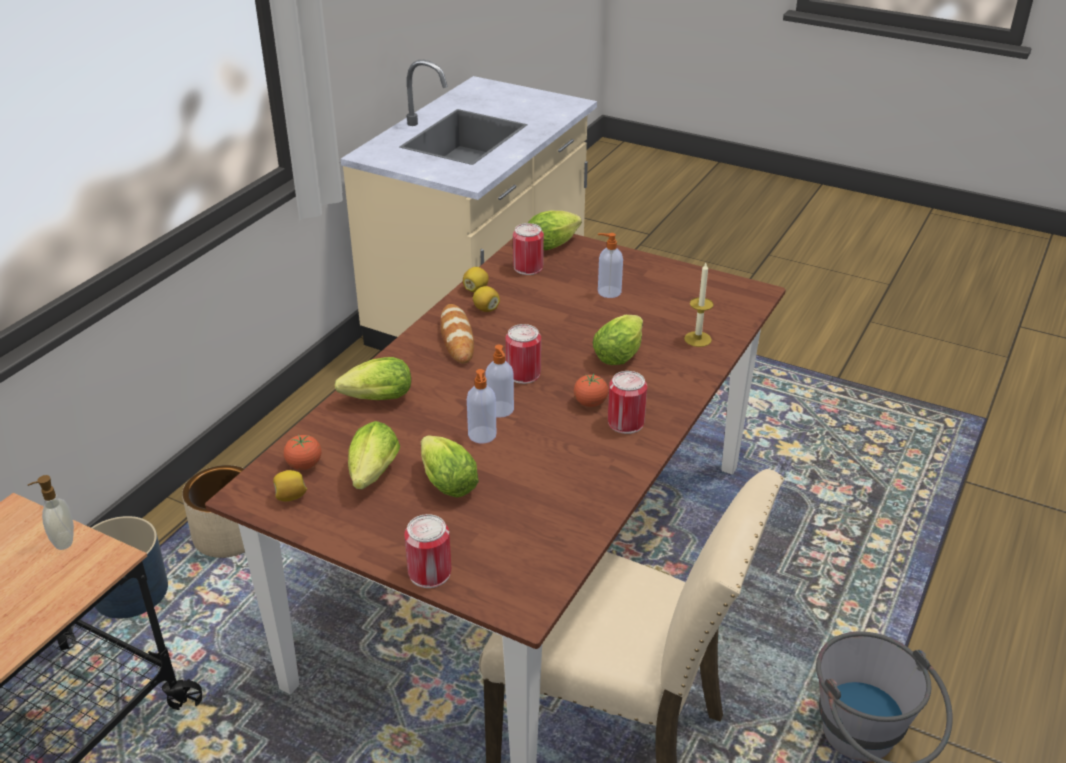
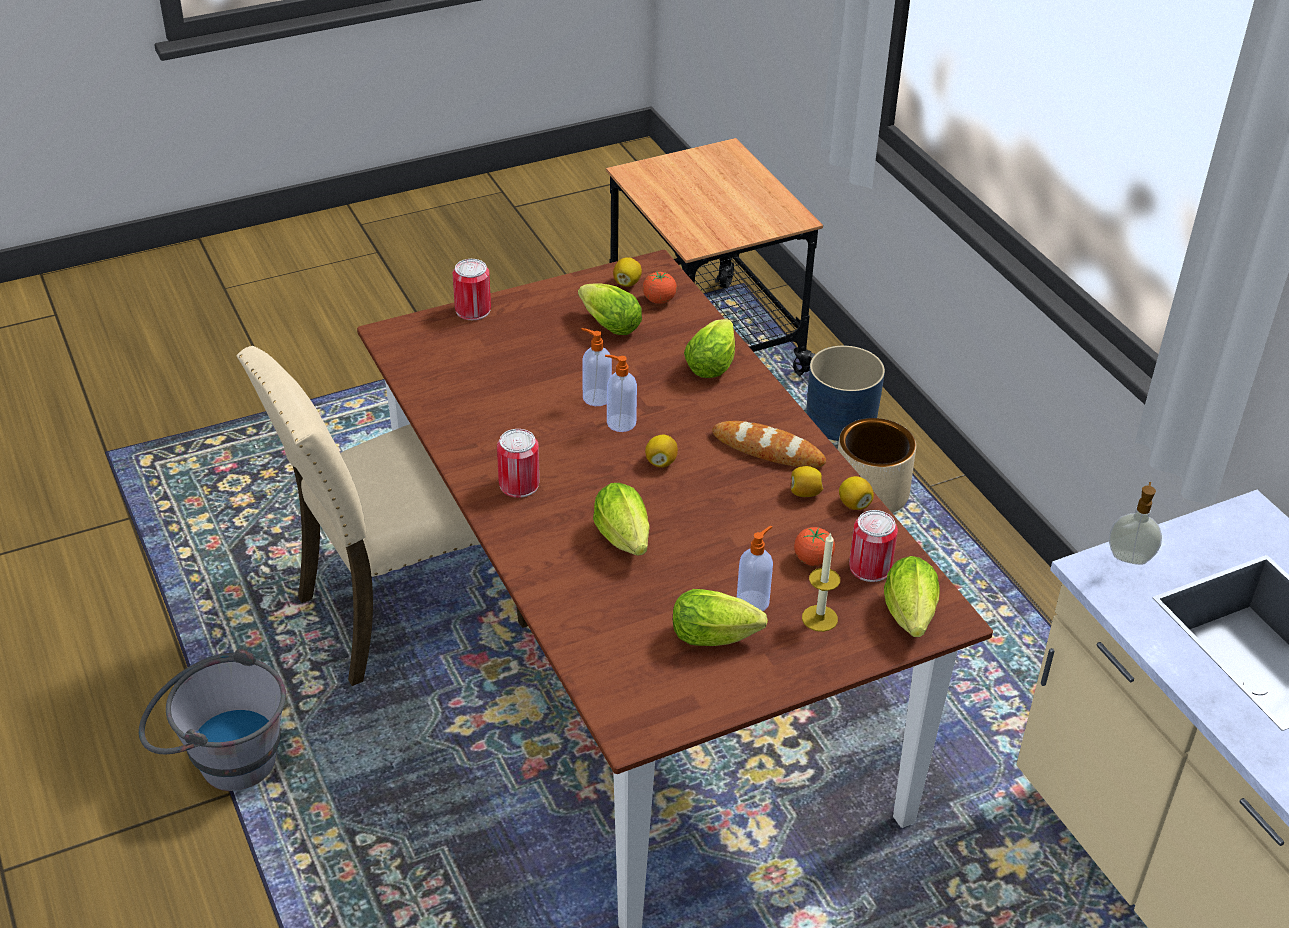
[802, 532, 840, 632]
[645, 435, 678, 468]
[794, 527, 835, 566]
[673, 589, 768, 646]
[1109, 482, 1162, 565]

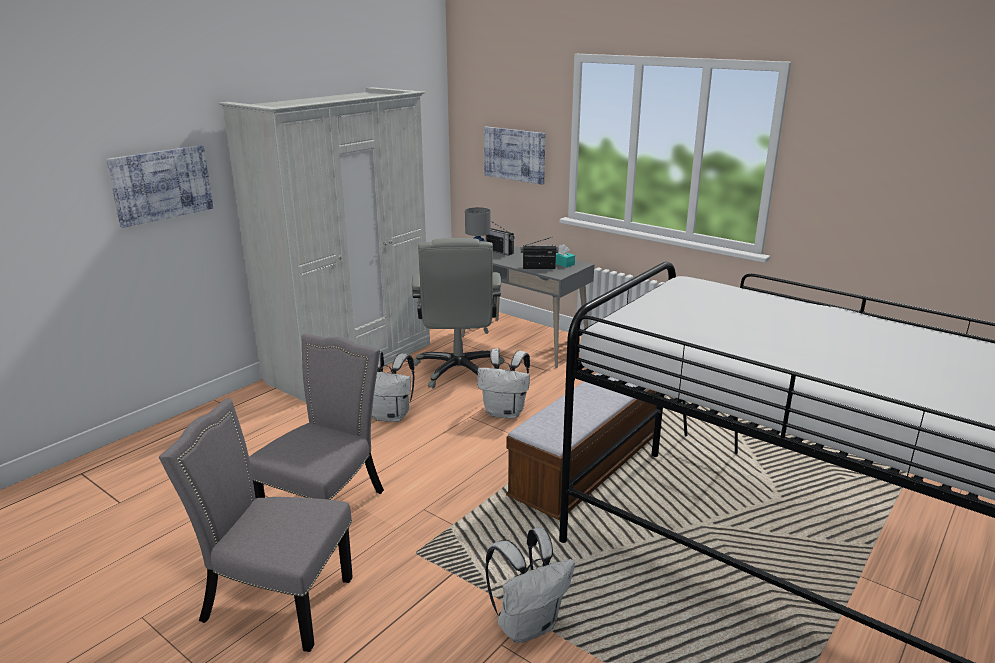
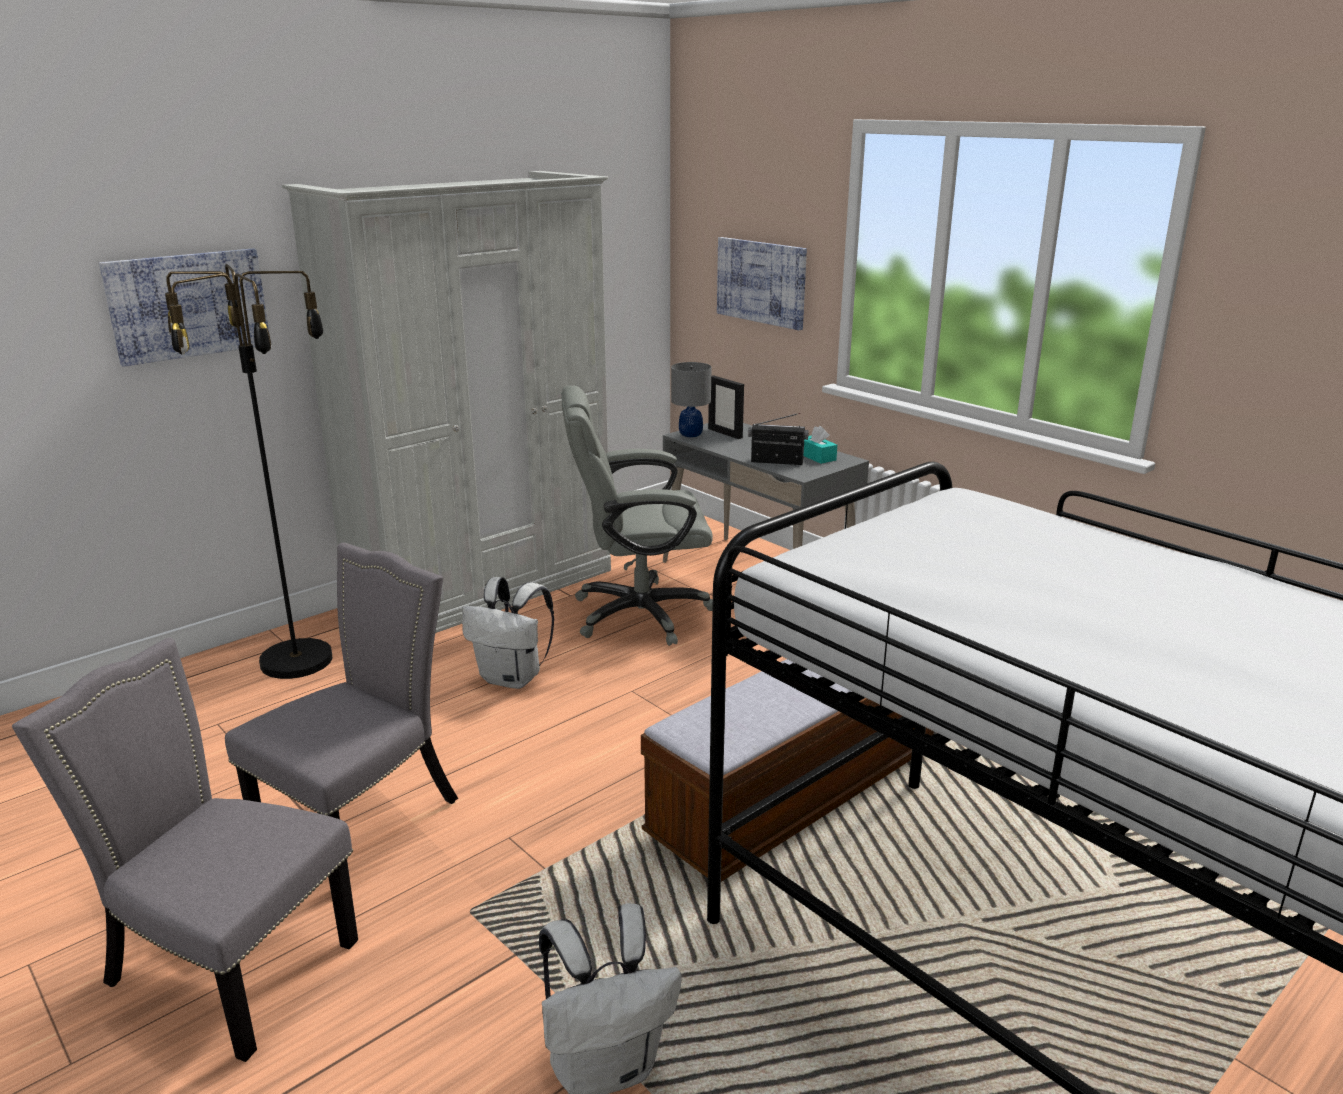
[708, 375, 744, 439]
[561, 385, 713, 646]
[477, 348, 530, 419] (first image)
[165, 264, 333, 679]

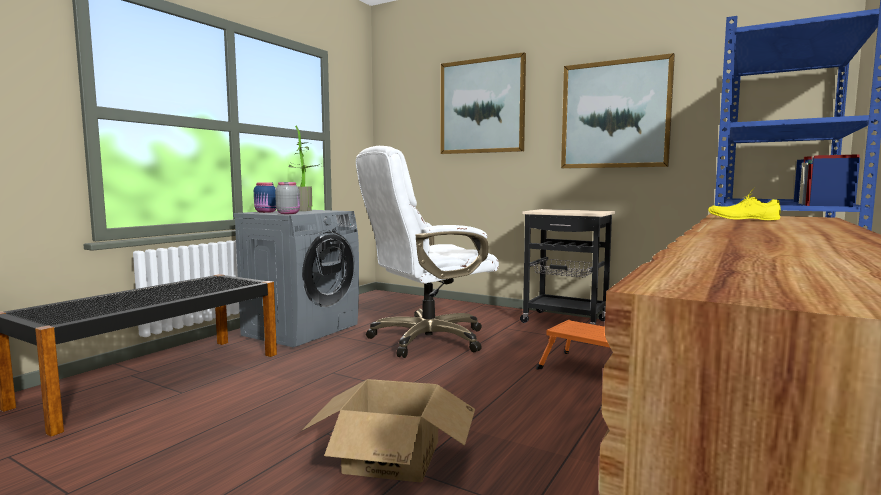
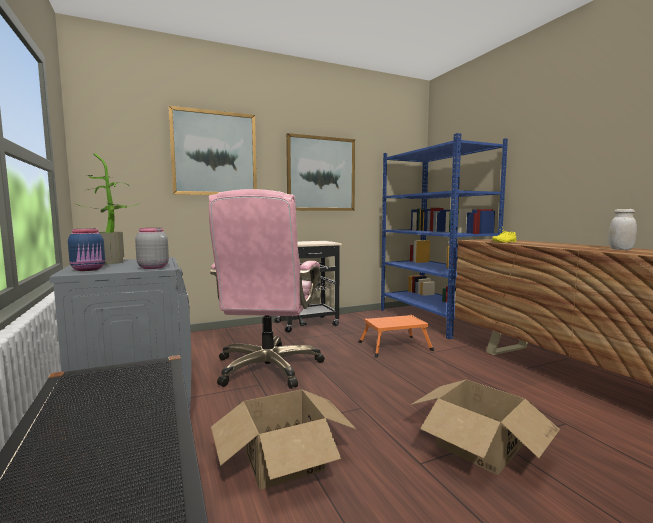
[209, 189, 325, 389]
[608, 209, 637, 250]
[211, 389, 356, 490]

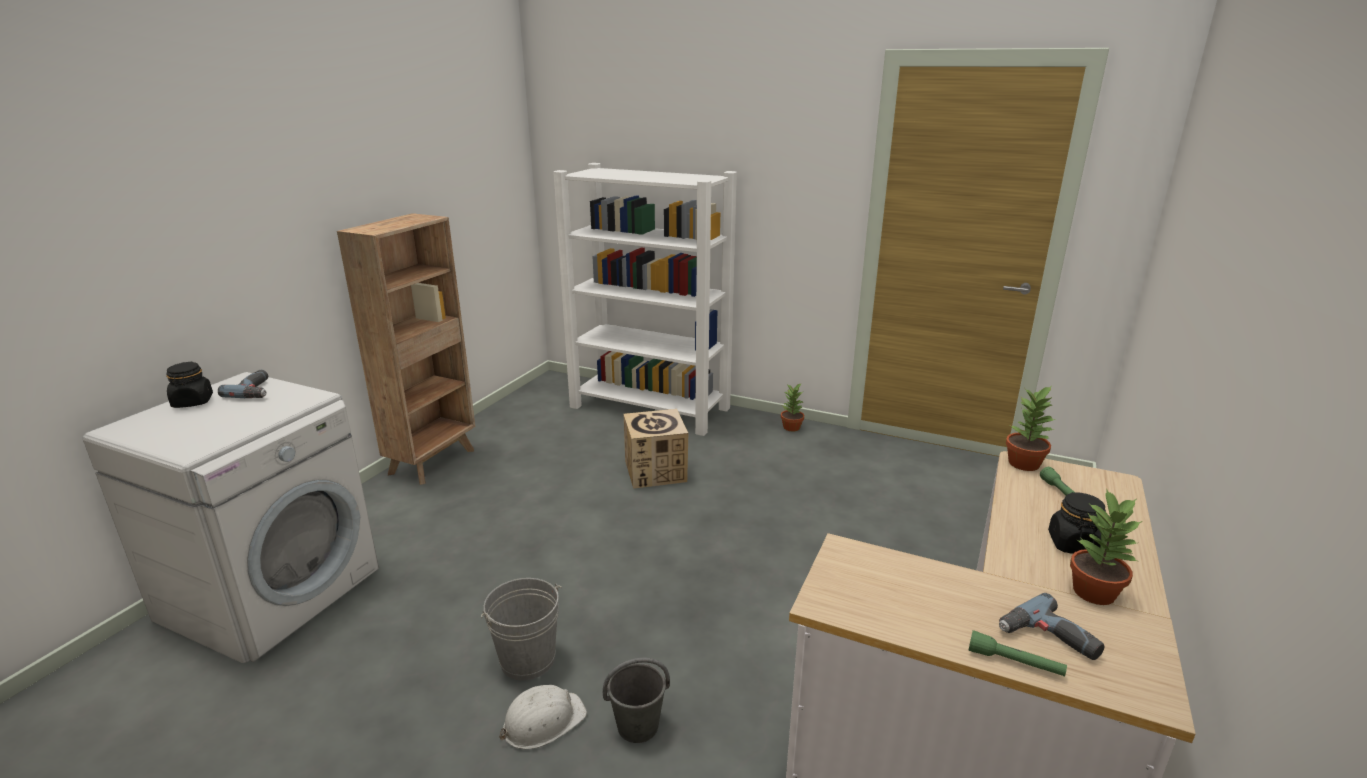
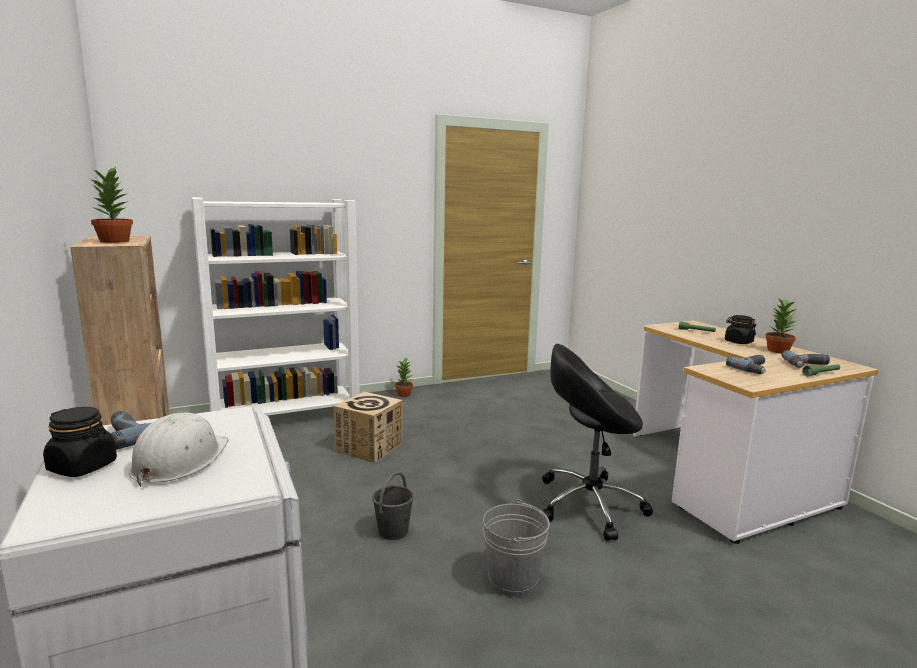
[90, 167, 133, 243]
[372, 471, 414, 540]
[129, 413, 229, 487]
[542, 344, 653, 541]
[726, 355, 766, 374]

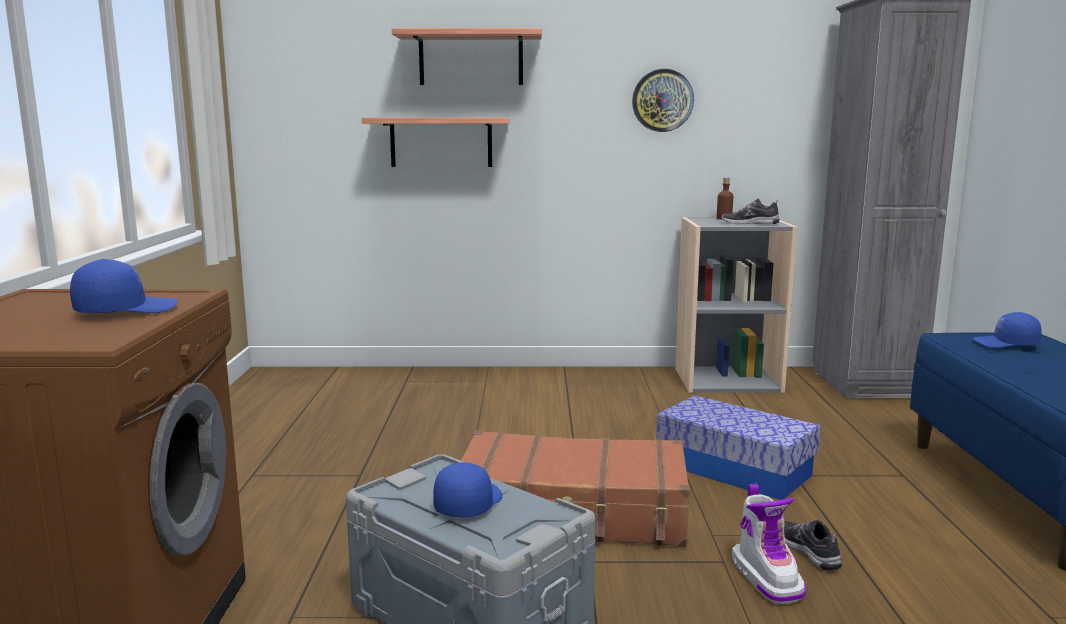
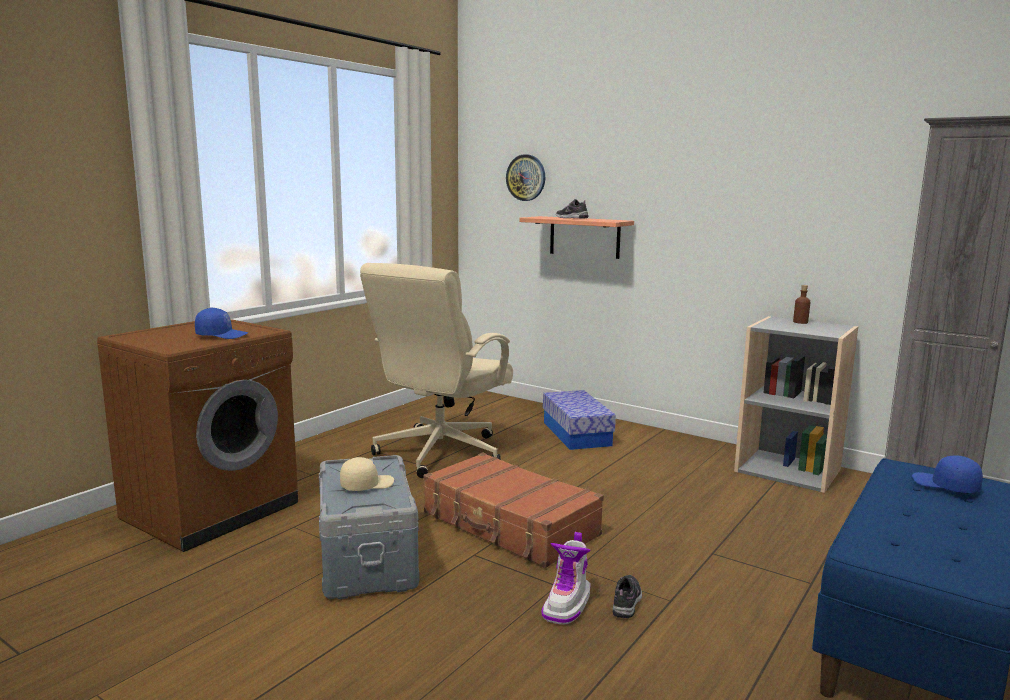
[392, 28, 542, 85] (first image)
[506, 154, 545, 201]
[556, 199, 589, 219]
[543, 390, 616, 450]
[340, 457, 394, 491]
[360, 263, 513, 478]

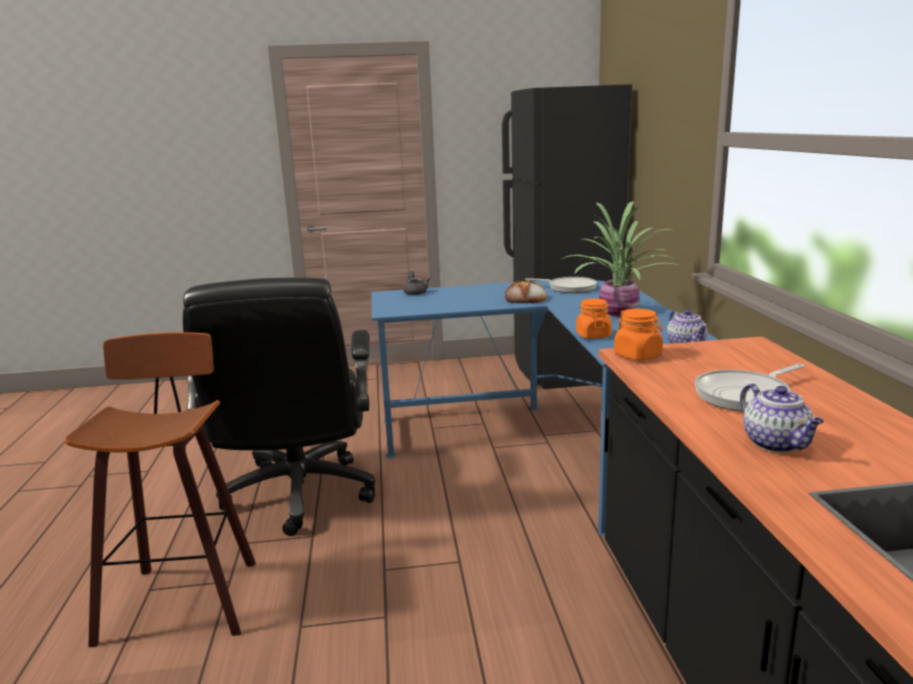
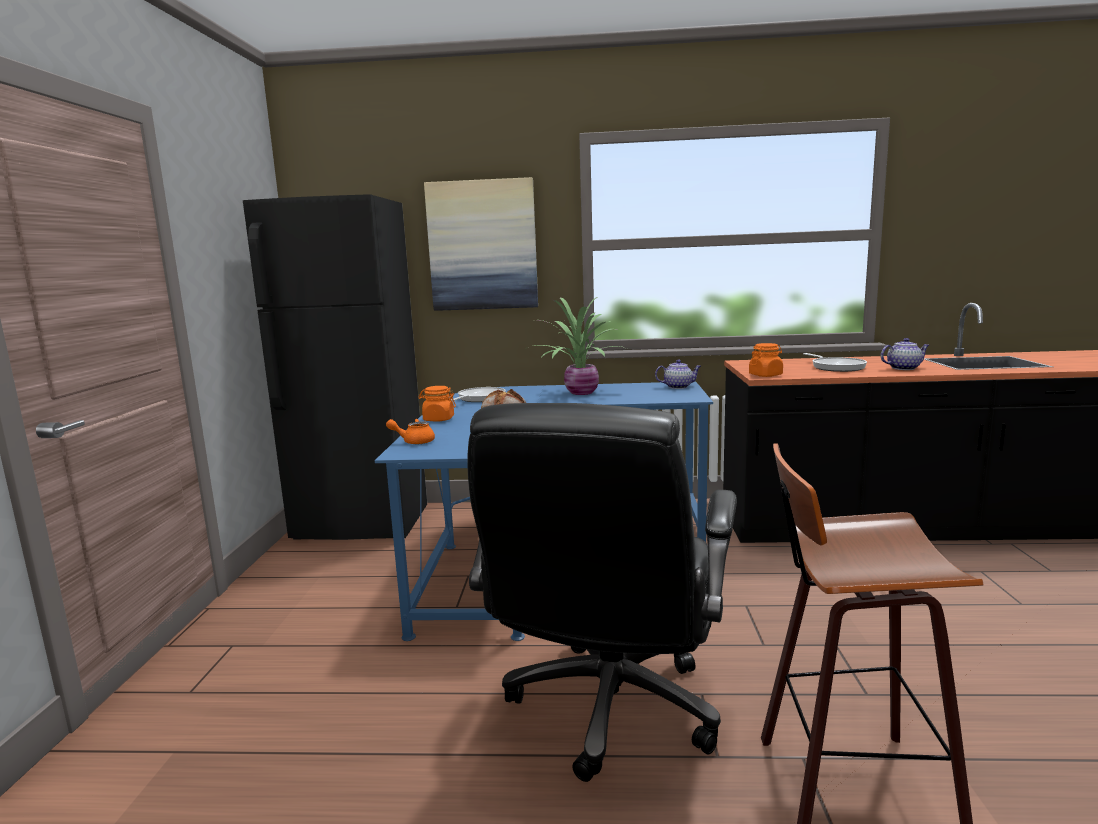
[386, 419, 435, 444]
[468, 403, 737, 782]
[418, 386, 456, 422]
[424, 177, 538, 311]

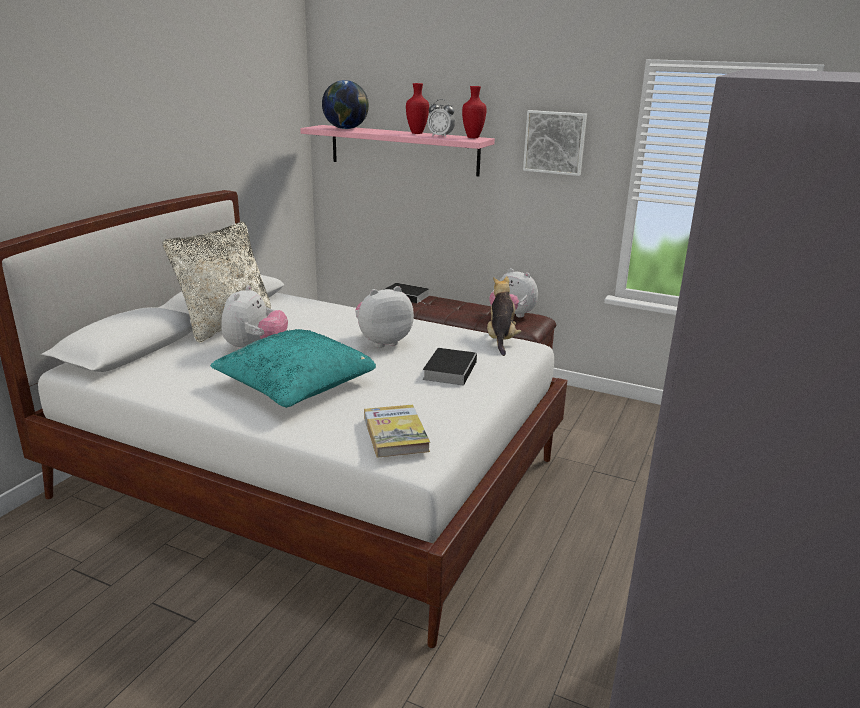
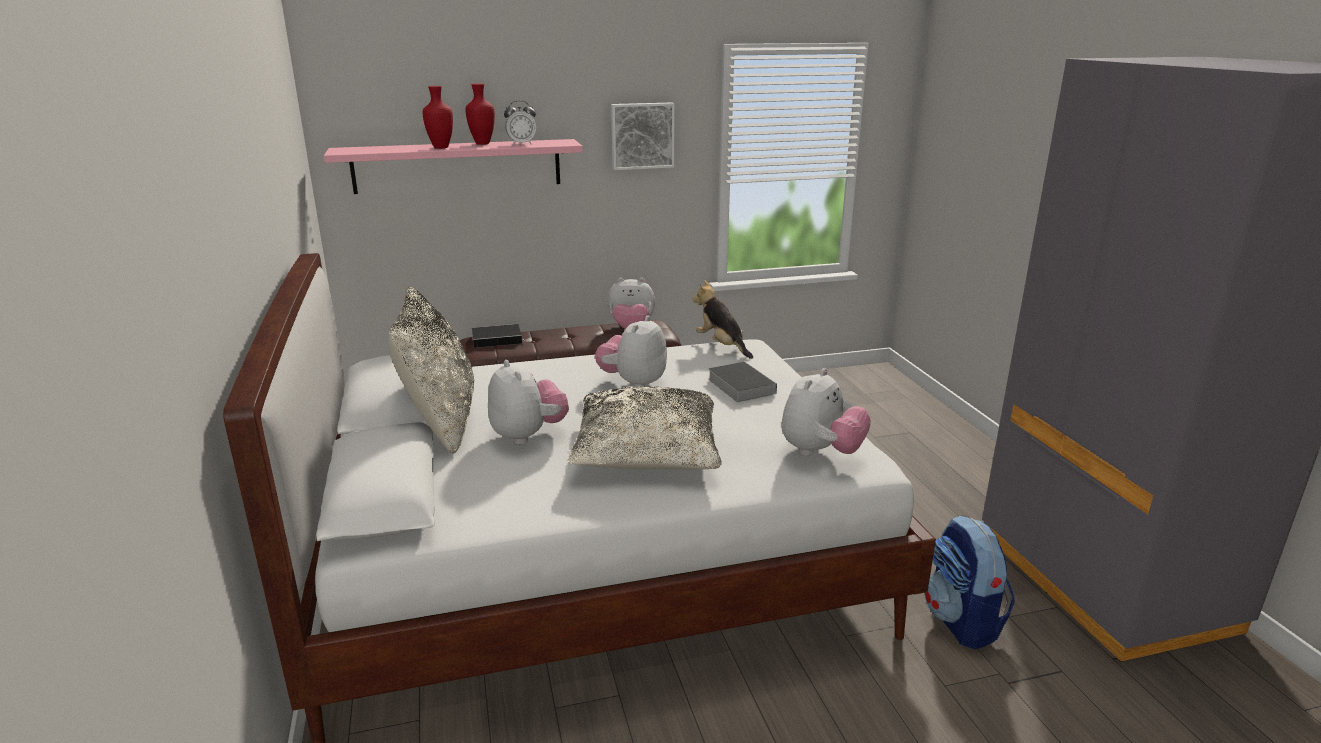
[322, 80, 369, 129] (first image)
[423, 86, 453, 149]
[567, 386, 722, 469]
[781, 368, 871, 456]
[925, 515, 1015, 649]

